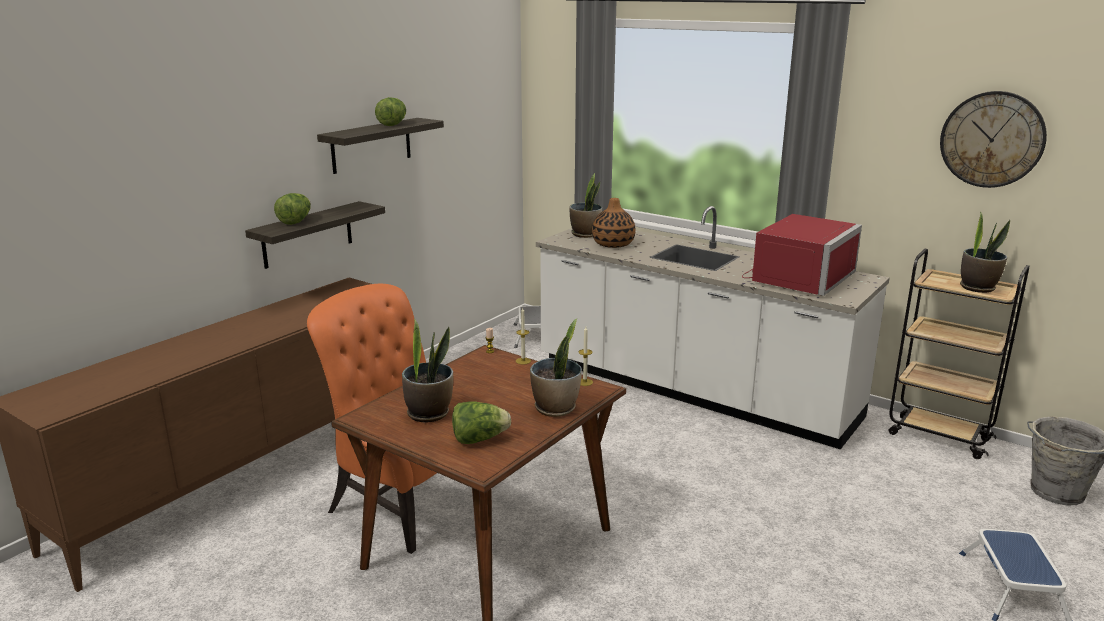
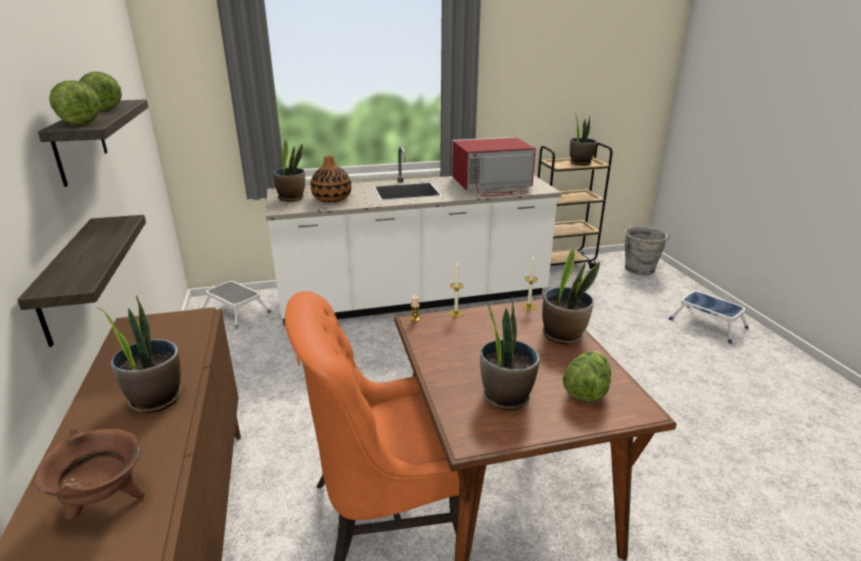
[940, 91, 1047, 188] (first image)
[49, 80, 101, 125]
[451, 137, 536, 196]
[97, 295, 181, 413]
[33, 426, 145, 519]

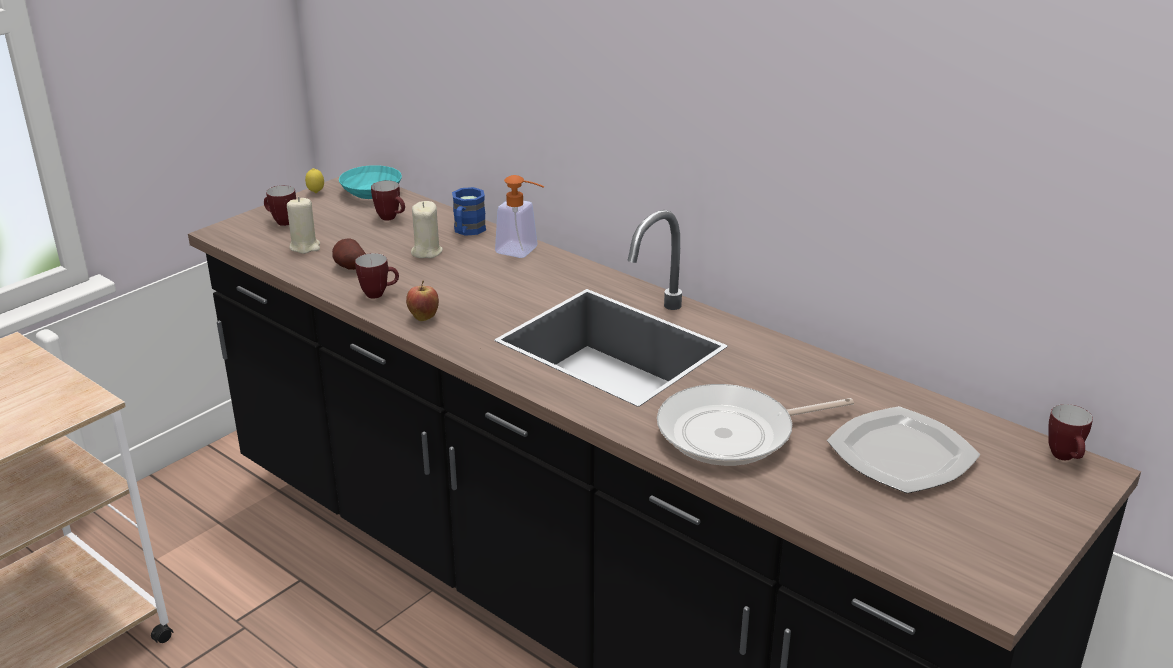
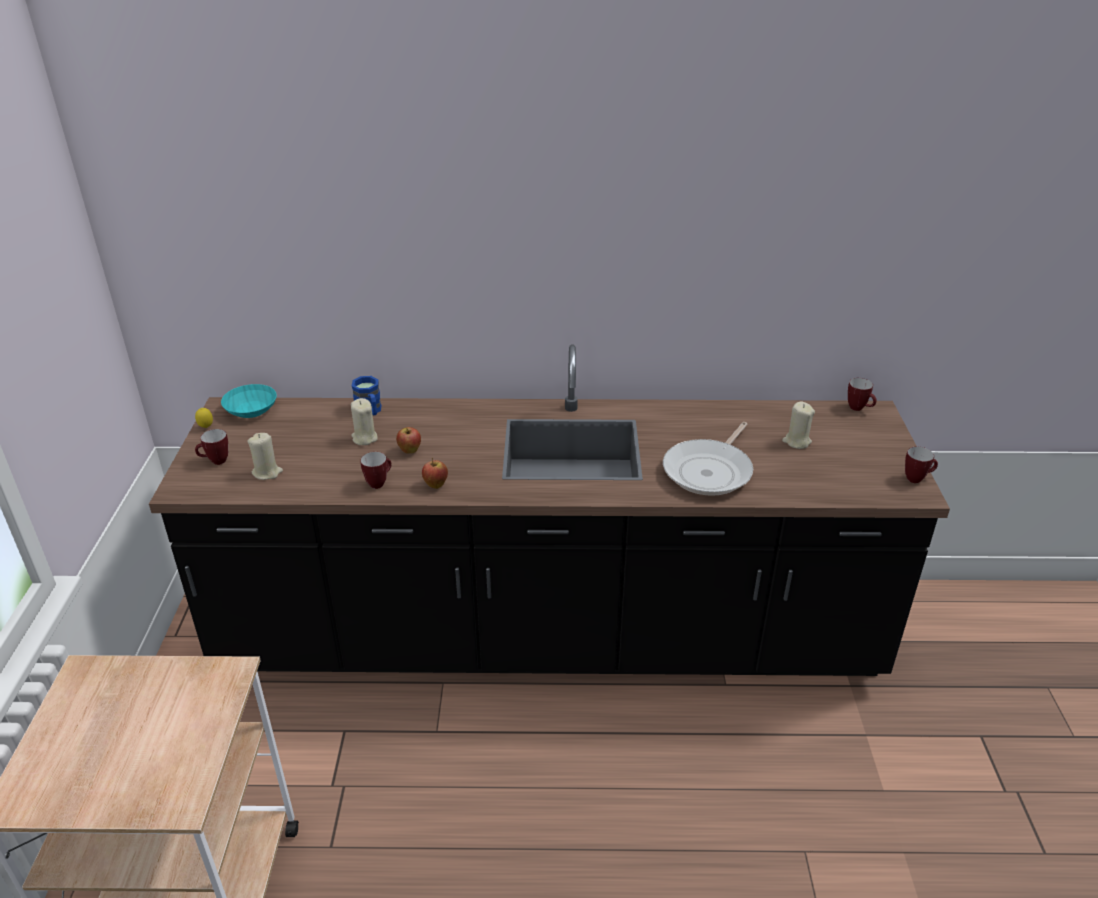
[495, 175, 545, 258] (first image)
[905, 447, 938, 483]
[332, 239, 366, 270] (first image)
[782, 401, 815, 449]
[396, 427, 421, 453]

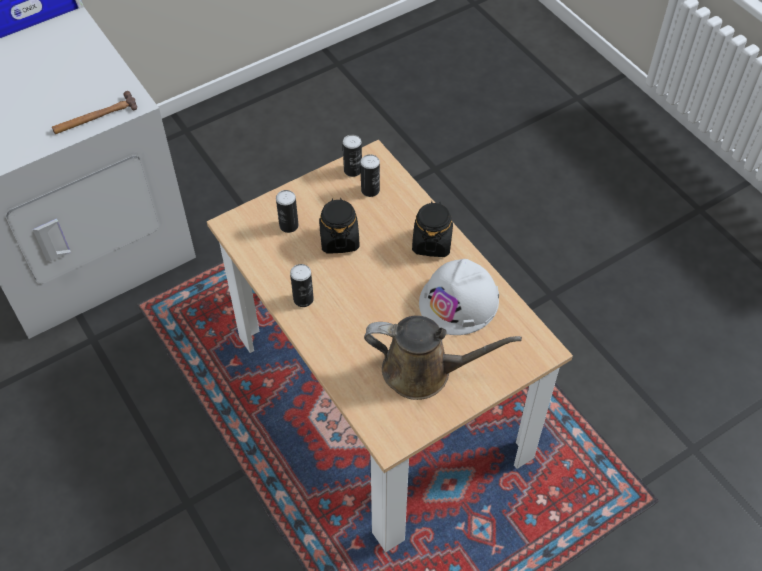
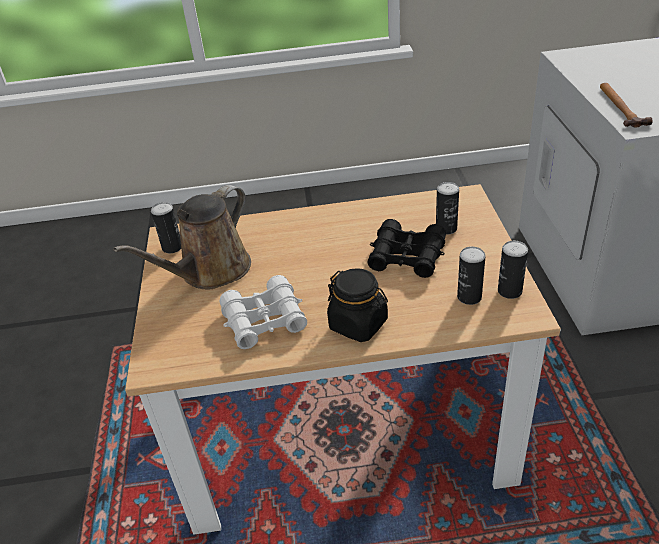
[367, 219, 446, 278]
[219, 275, 307, 349]
[151, 202, 181, 253]

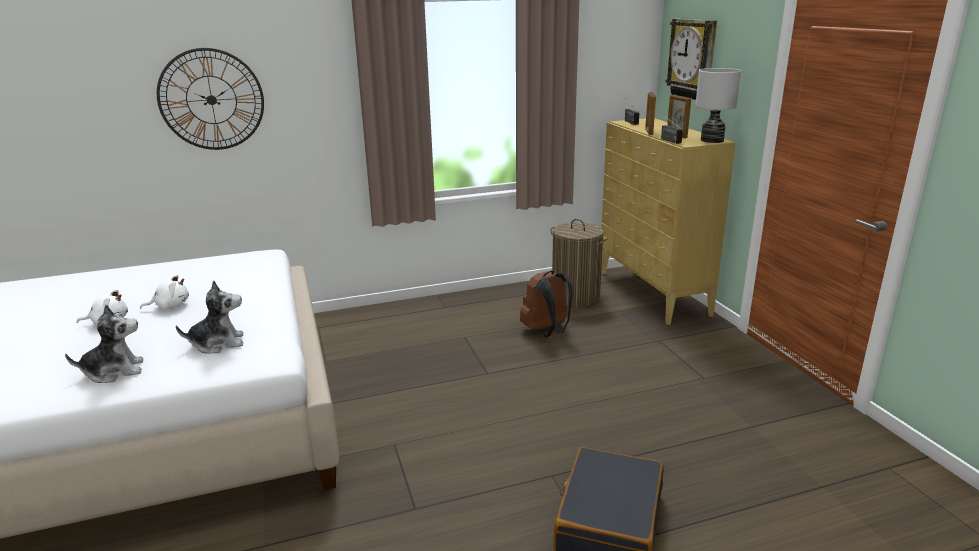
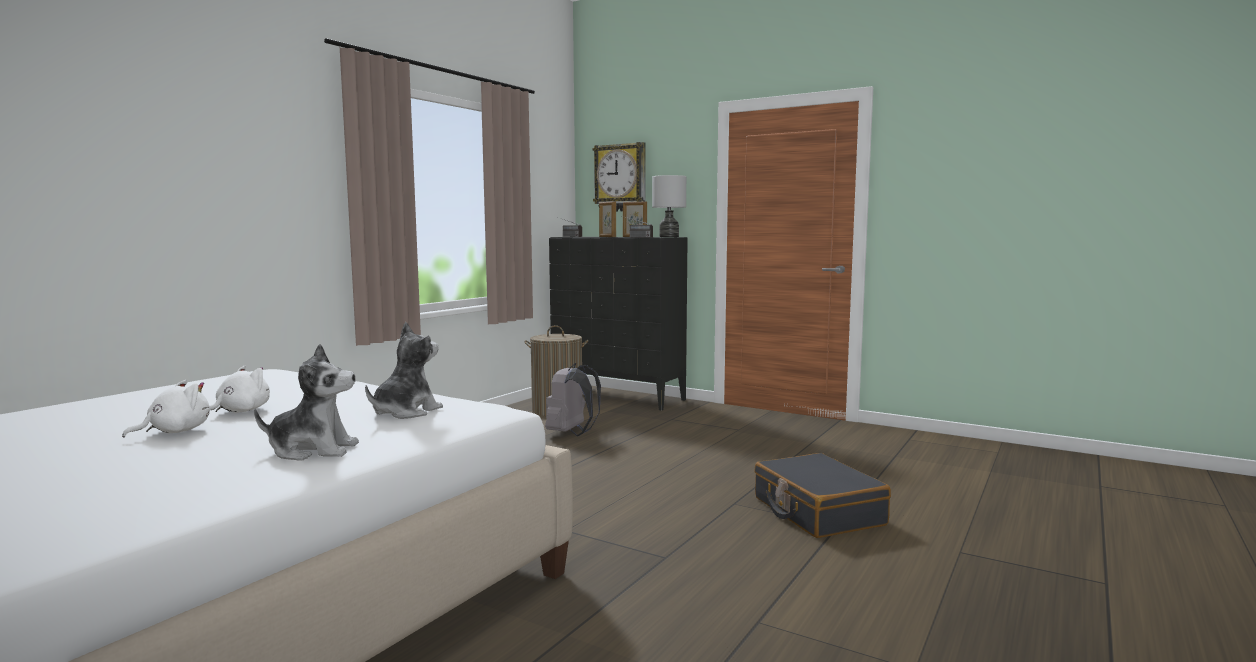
[157, 48, 264, 150] (first image)
[549, 237, 688, 411]
[545, 363, 601, 437]
[254, 344, 359, 461]

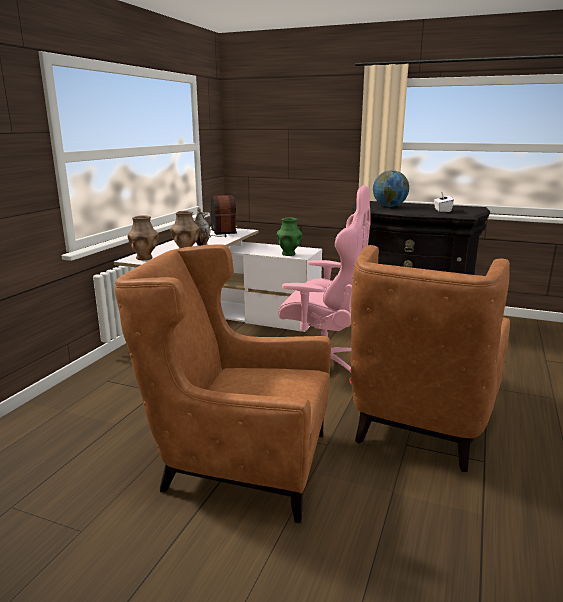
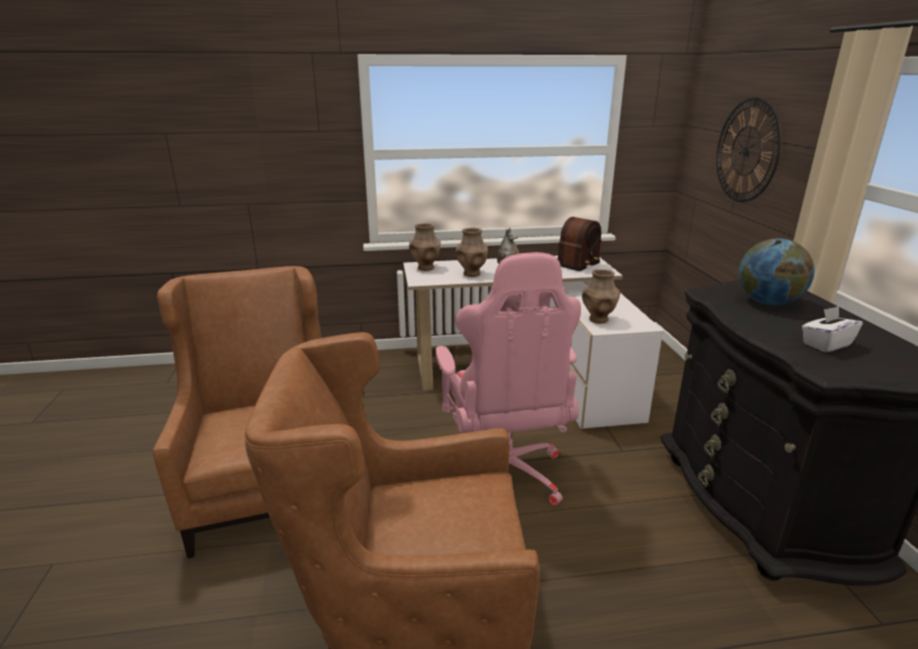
[582, 269, 620, 324]
[716, 97, 781, 202]

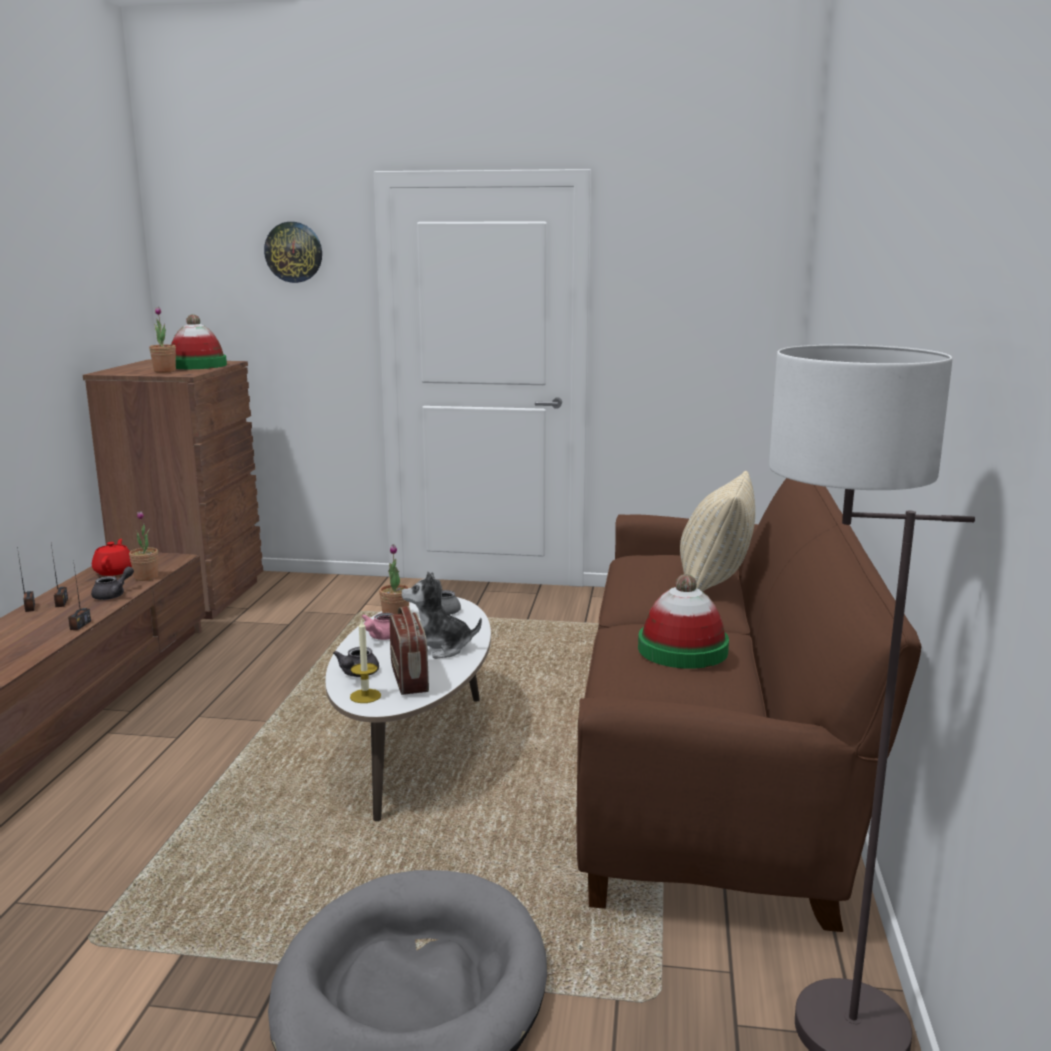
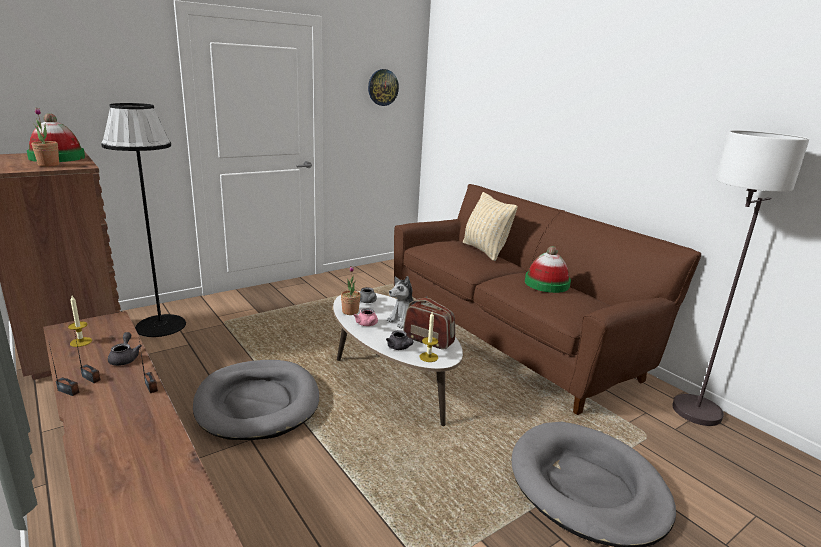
[368, 69, 399, 106]
[129, 511, 158, 581] (first image)
[68, 296, 92, 347]
[101, 103, 186, 337]
[193, 360, 319, 440]

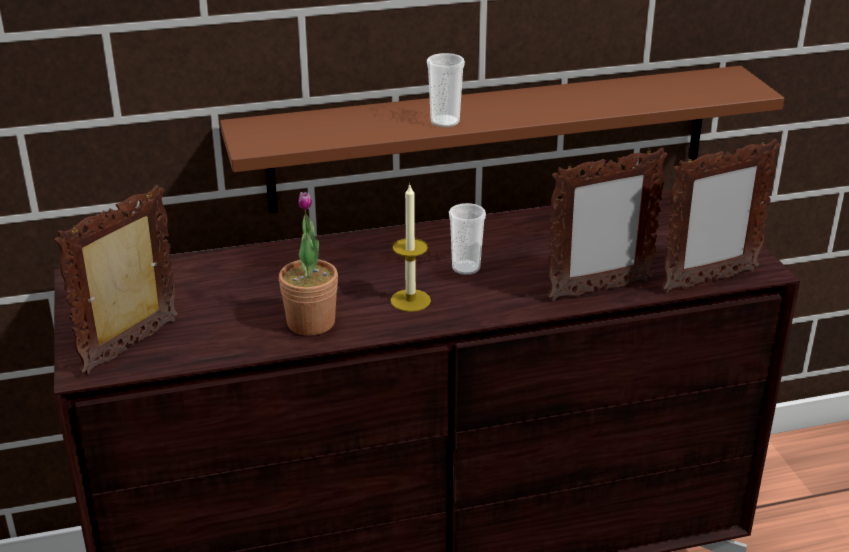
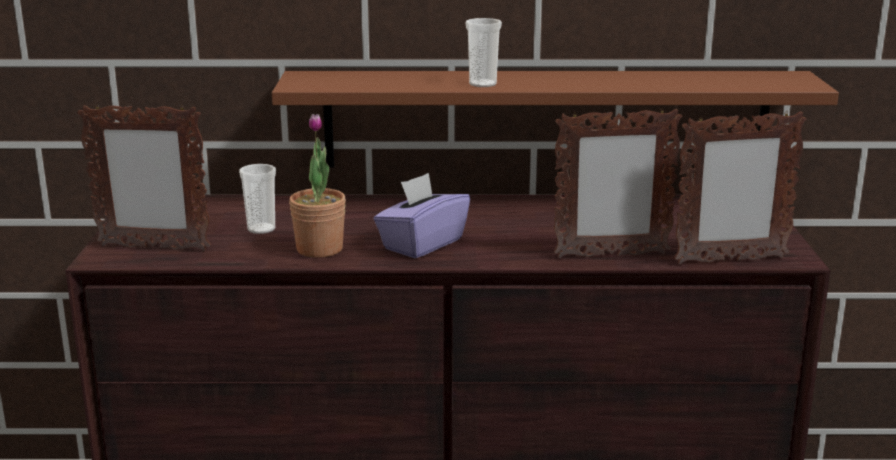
[77, 104, 211, 251]
[374, 173, 470, 258]
[239, 164, 276, 234]

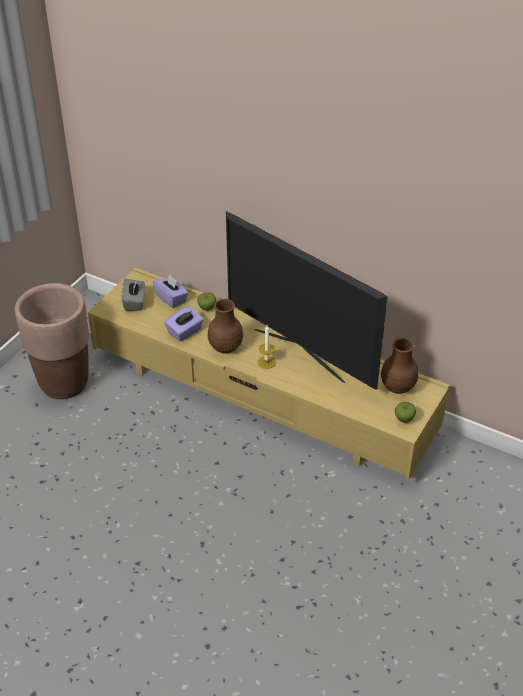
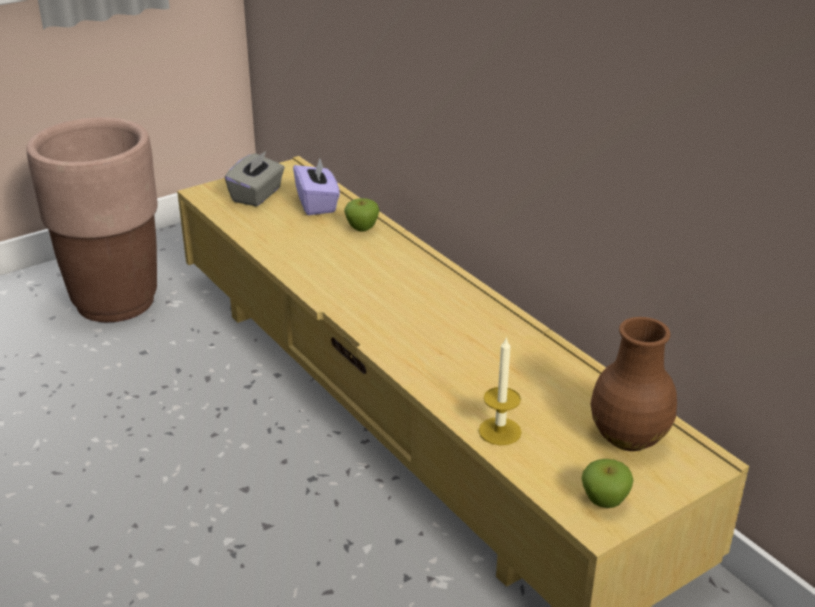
[226, 211, 388, 390] (first image)
[208, 299, 243, 354] (first image)
[164, 306, 204, 341] (first image)
[479, 337, 522, 445]

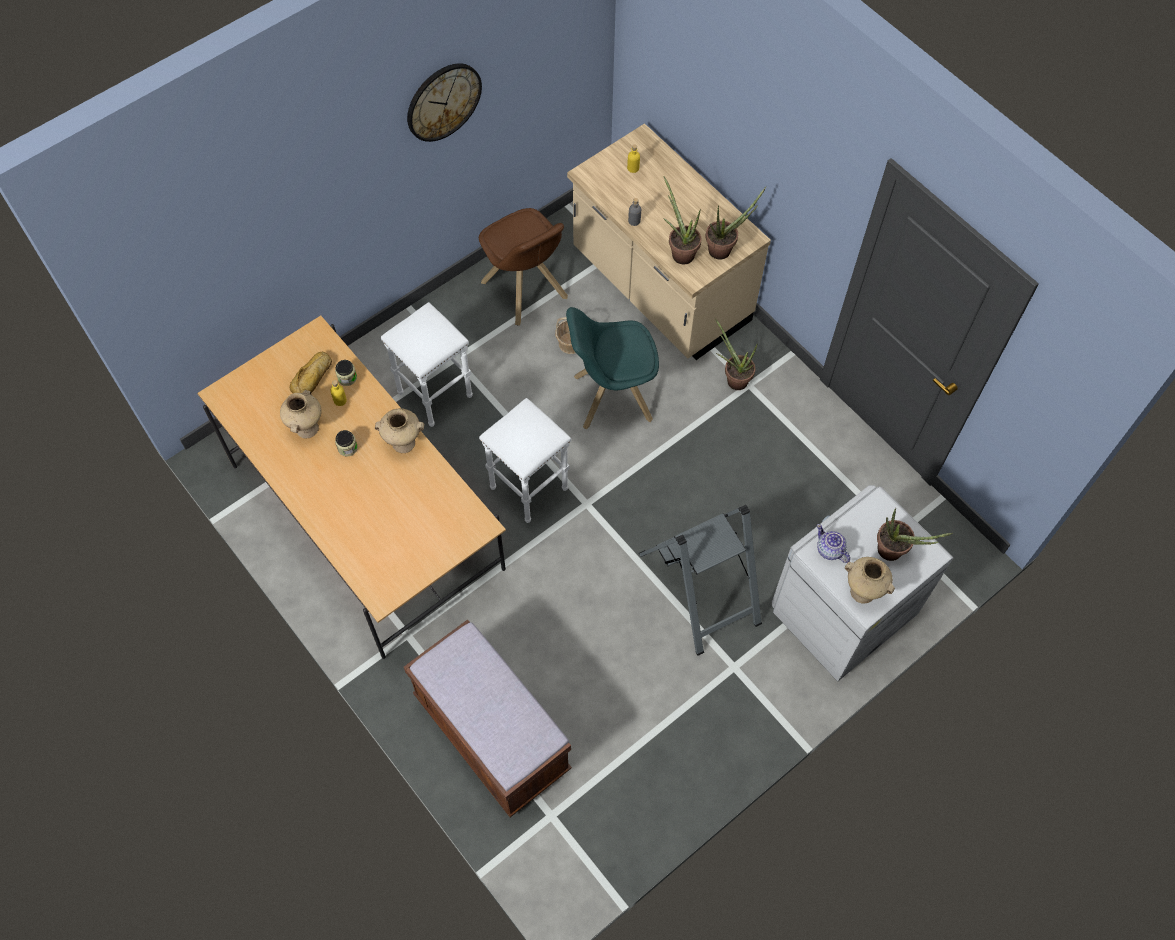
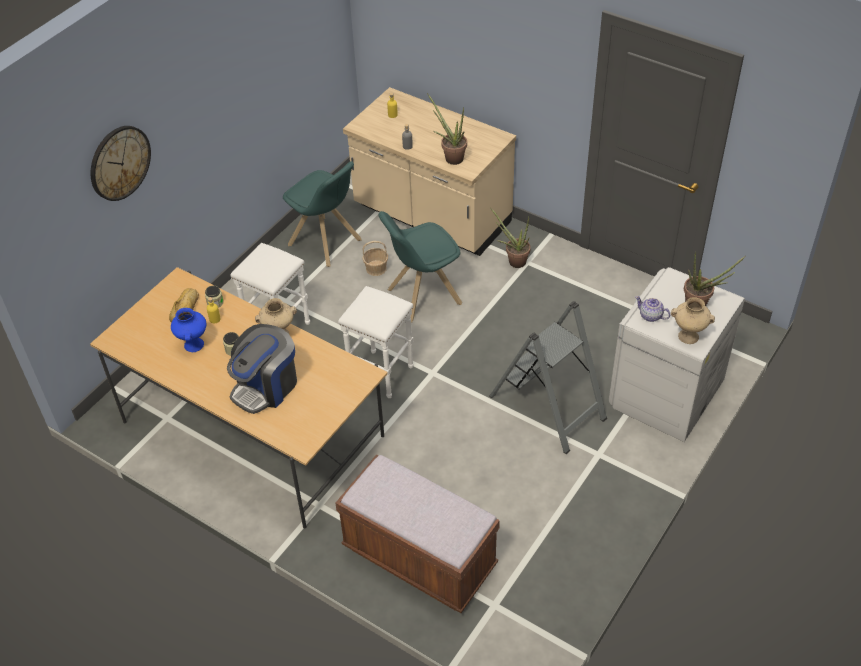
[91, 126, 151, 201]
[706, 187, 766, 260] (first image)
[283, 161, 362, 267]
[171, 308, 206, 352]
[227, 324, 297, 414]

